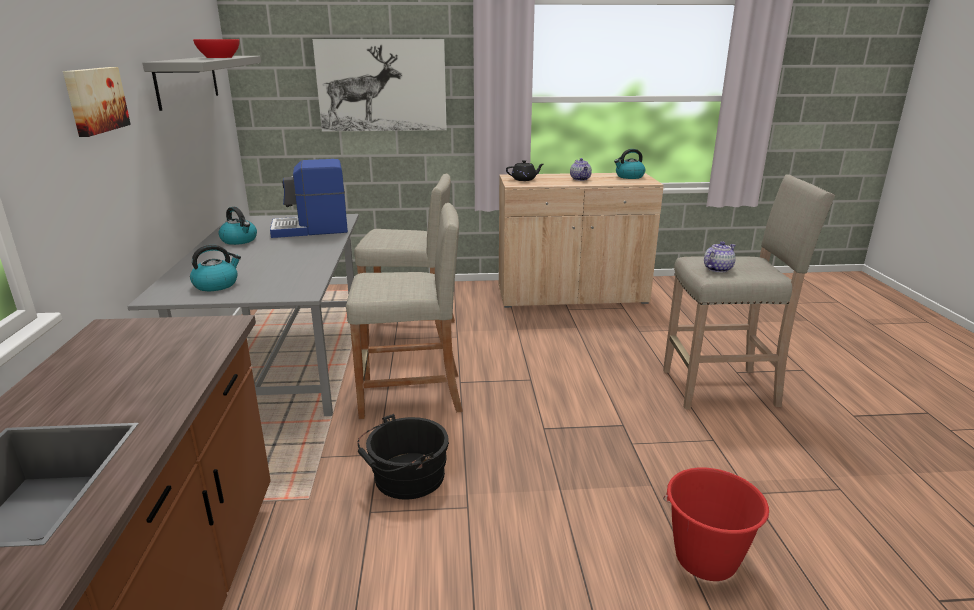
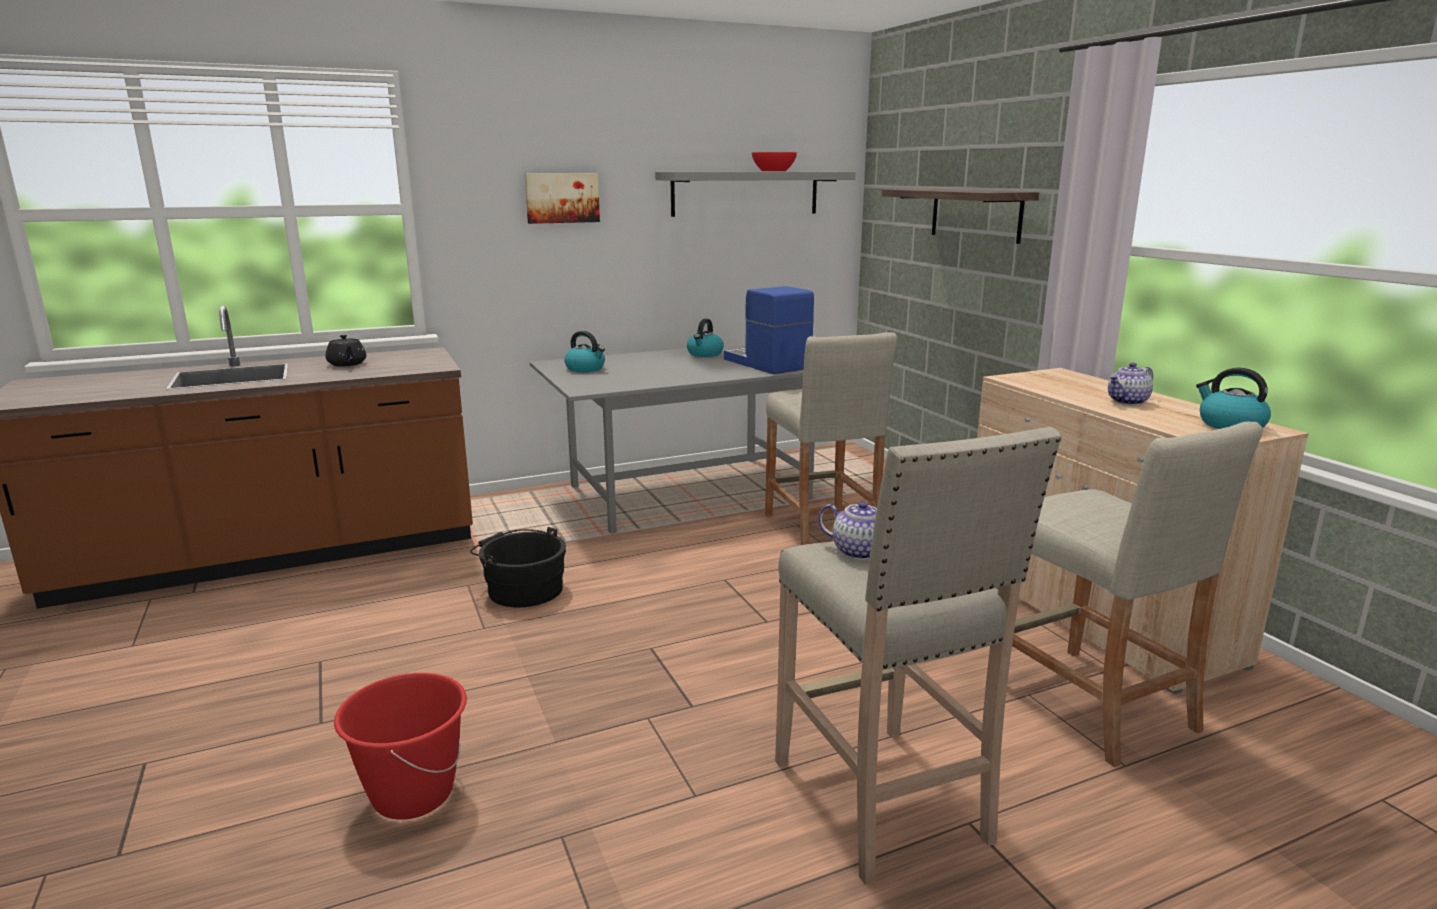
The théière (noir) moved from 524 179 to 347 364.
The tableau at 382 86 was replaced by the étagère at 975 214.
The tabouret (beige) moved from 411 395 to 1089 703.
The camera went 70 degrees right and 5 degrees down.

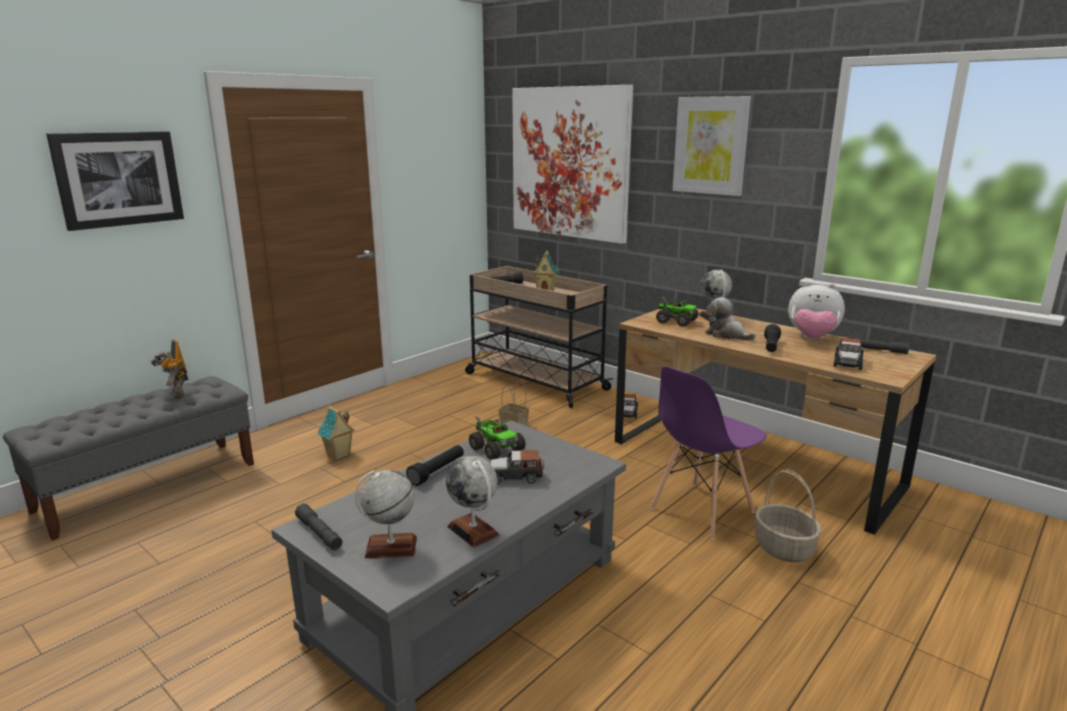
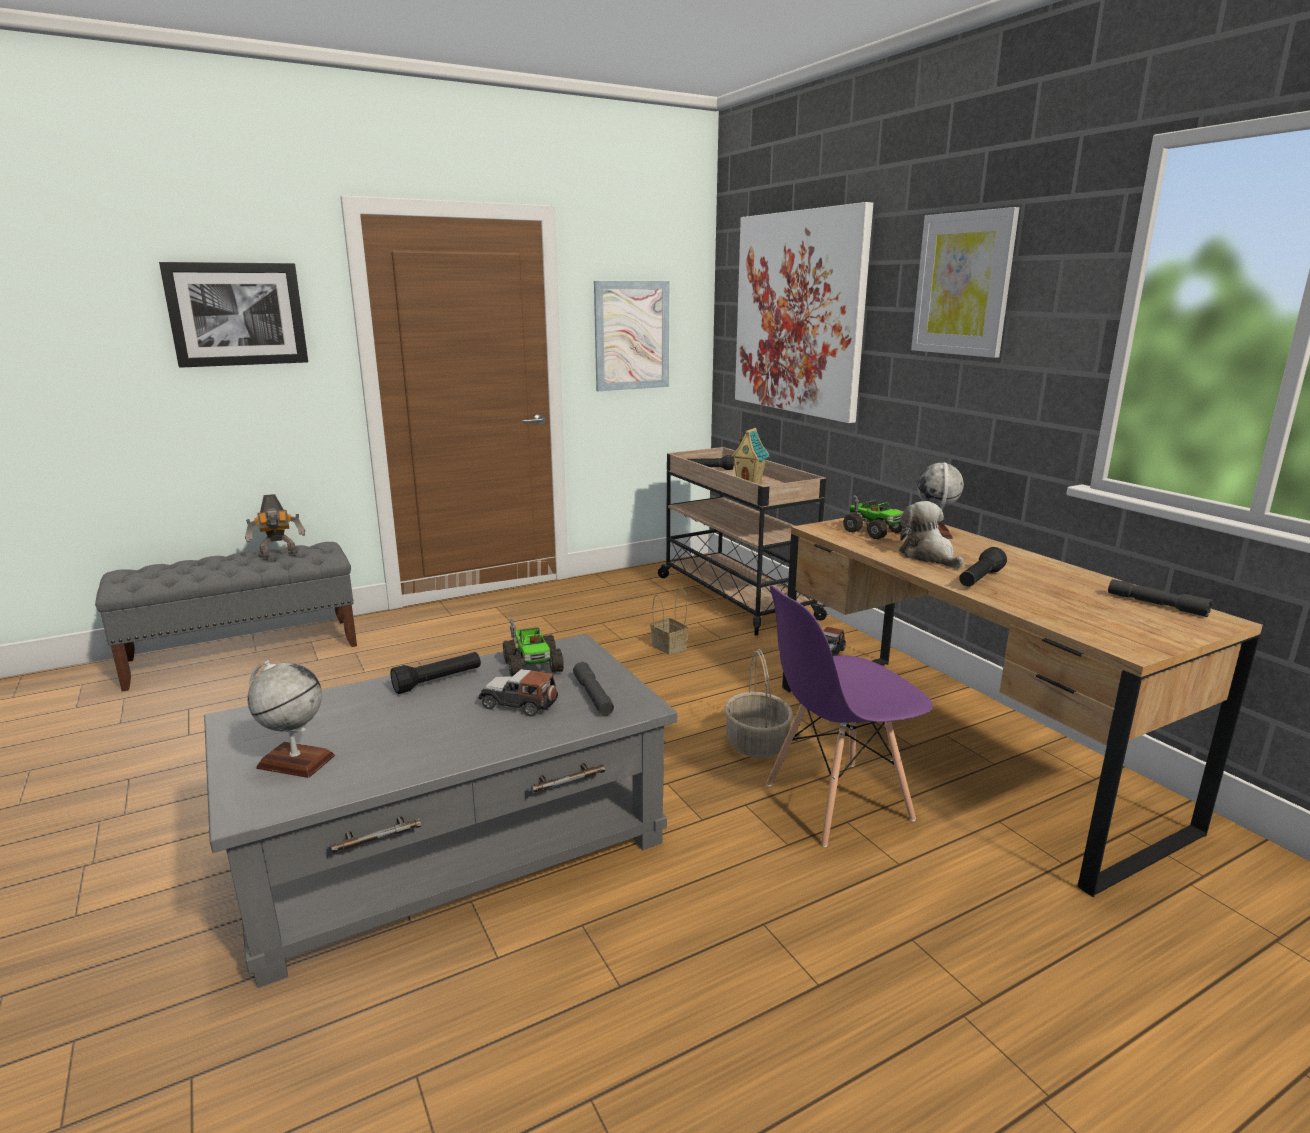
The robot jouet at 176 394 turned 105 degrees counterclockwise.
The lampe de poche (gris) moved from 319 533 to 593 696.
The tableau at 632 336 appeared.
The panier moved from 784 549 to 757 744.
The maison miniature at 338 455 disappeared.
The globe at 473 531 disappeared.
The peluche at 812 338 disappeared.
The petite voiture at 847 363 disappeared.
The camera went 20 degrees right and 0 degrees up.

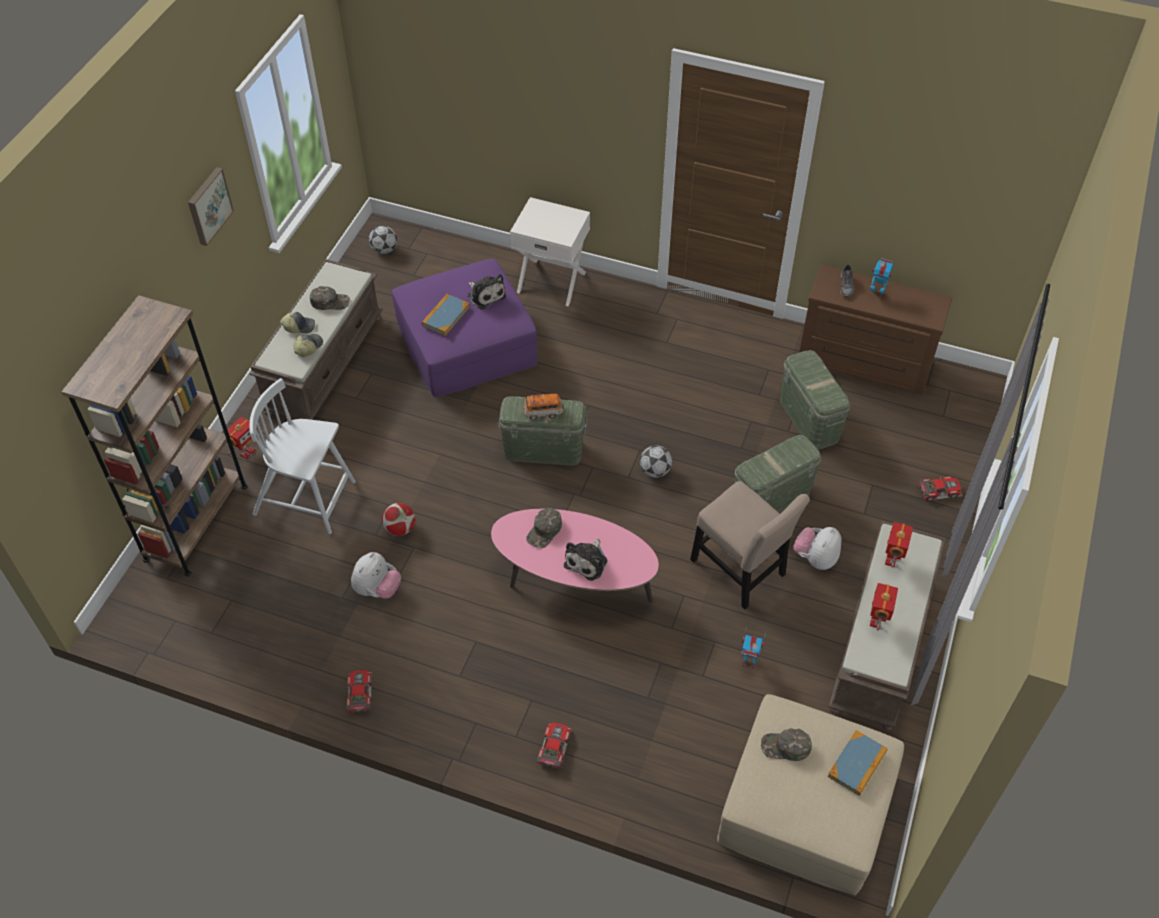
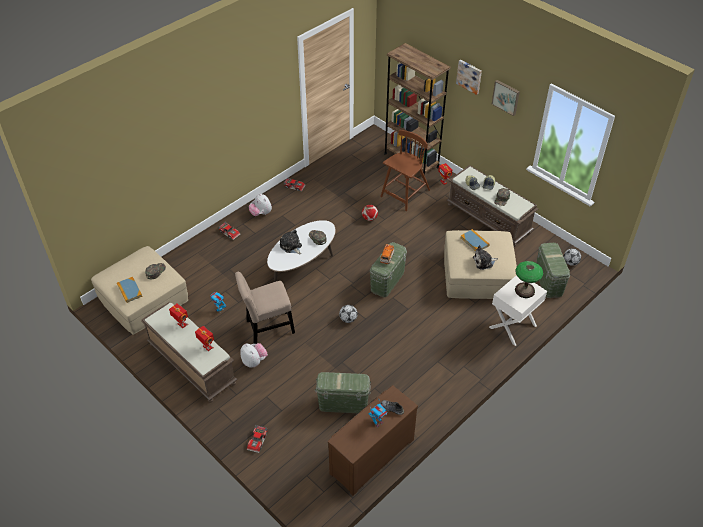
The peluche moved from 377 589 to 261 213.
The table basse (rose) at 574 581 became the table basse (blanc) at 303 266.
The chaise (blanc) at 306 499 became the chaise (marron) at 405 194.
The pouf (violet) at 466 344 became the pouf (beige) at 478 274.
The tableau at 469 76 appeared.
The lampe de table at 524 290 appeared.
The boîte de rangement (vert) moved from 771 499 to 548 281.
The camera went 115 degrees right and 5 degrees down.

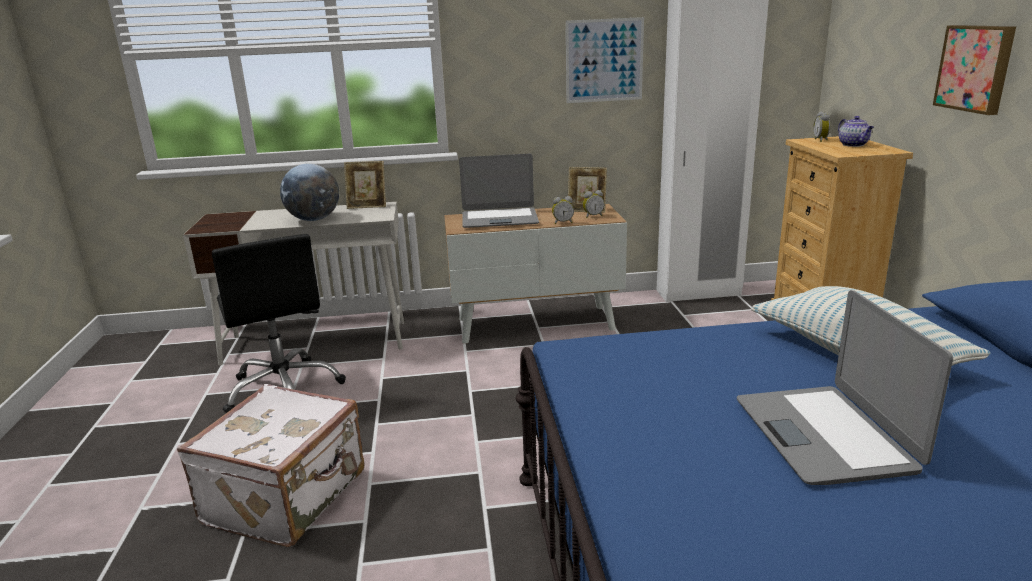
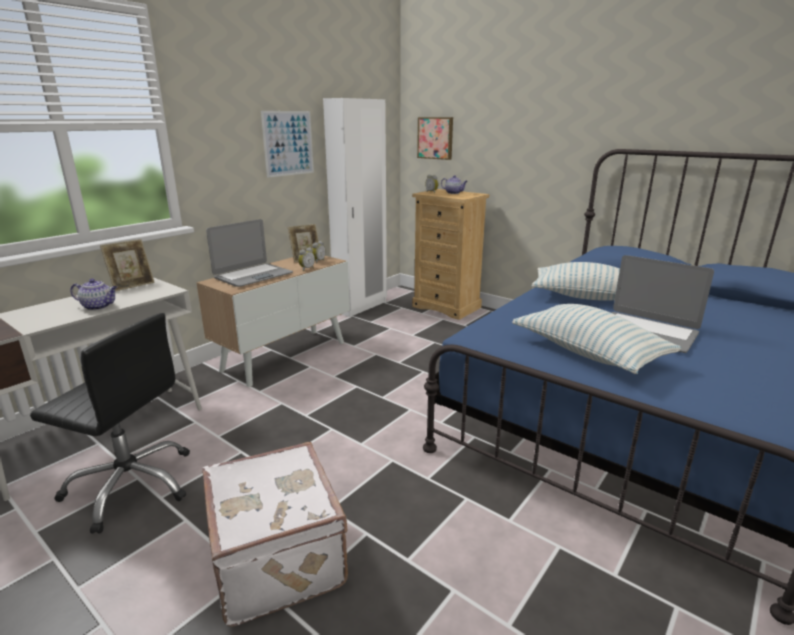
The globe at 314 219 was replaced by the théière at 99 306.
The tableau moved from 976 68 to 436 138.
The coussin at 588 353 appeared.
The camera went 45 degrees left and 0 degrees up.

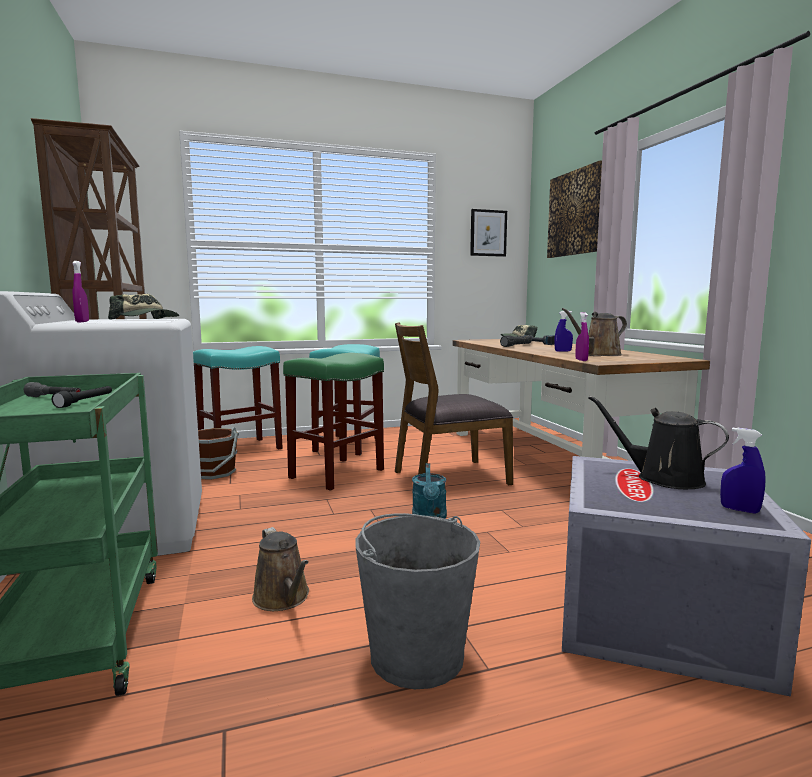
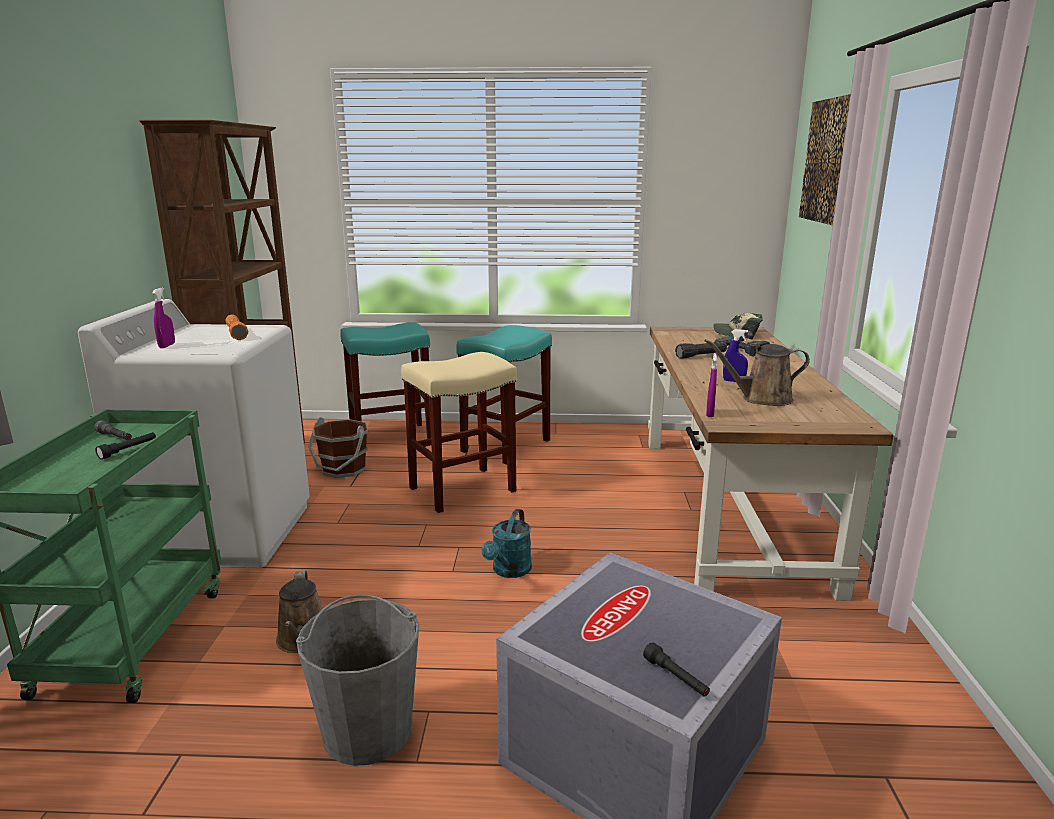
The casquette at 146 319 was replaced by the lampe de poche (orange) at 236 334.
The tabouret (vert) at 337 473 became the tabouret (beige) at 463 489.
The vaporisateur (bleu) at 739 510 was replaced by the lampe de poche (noir) at 676 678.
The chaise (marron) at 449 477 disappeared.
The tableau at 488 233 disappeared.
The arrosoir (noir) at 663 478 disappeared.
The camera went 20 degrees right and 10 degrees up.

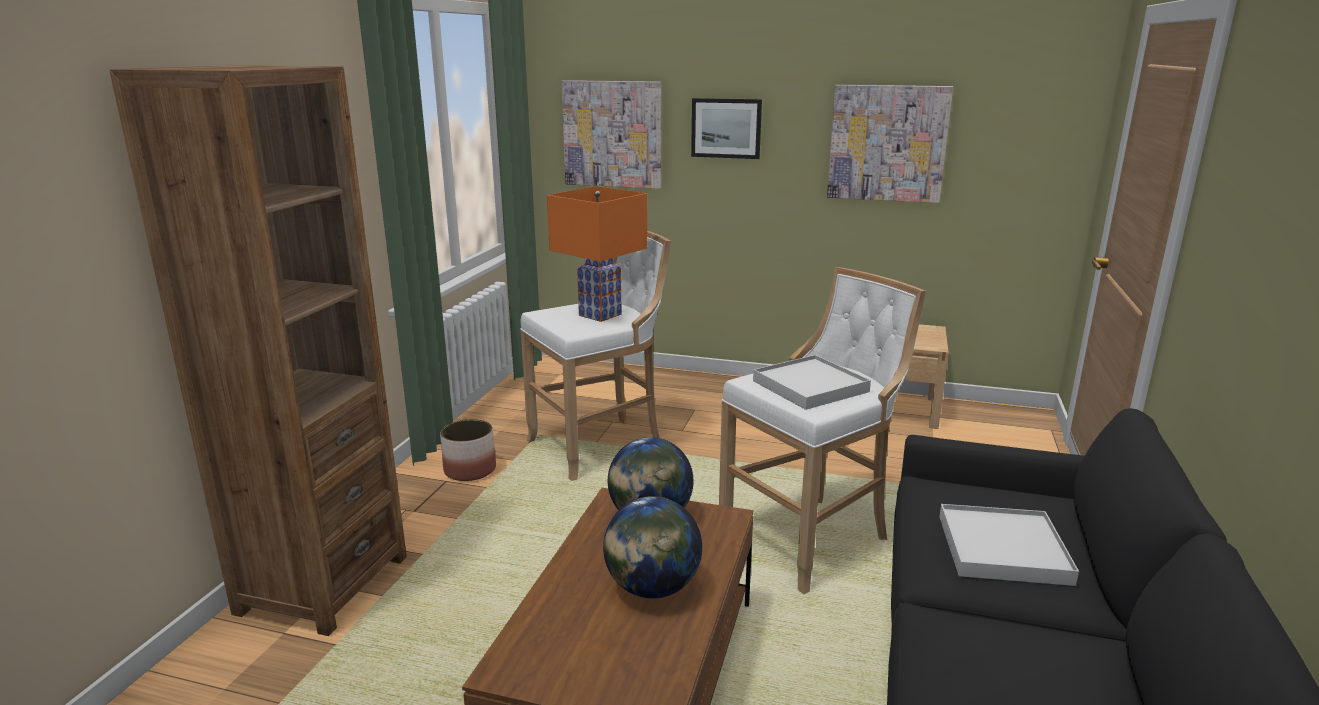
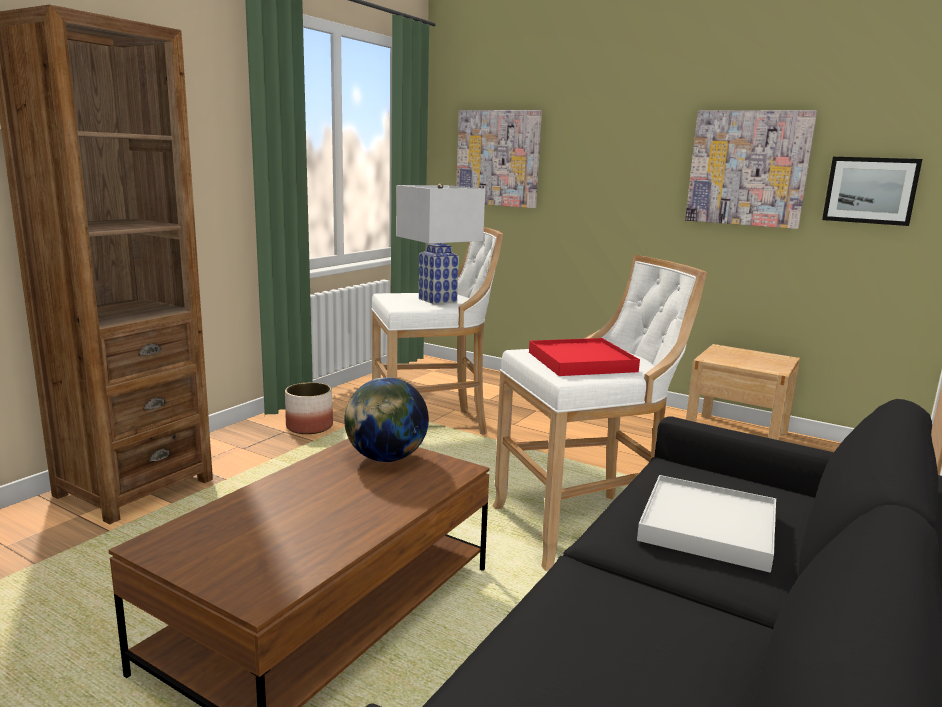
The lampe de table (orange) at 600 315 became the lampe de table (blanc) at 437 300.
The plateau (blanc) at 810 386 became the plateau (rouge) at 581 362.
The tableau moved from 726 128 to 870 190.
The globe at 652 588 disappeared.
The camera went 15 degrees right and 5 degrees down.

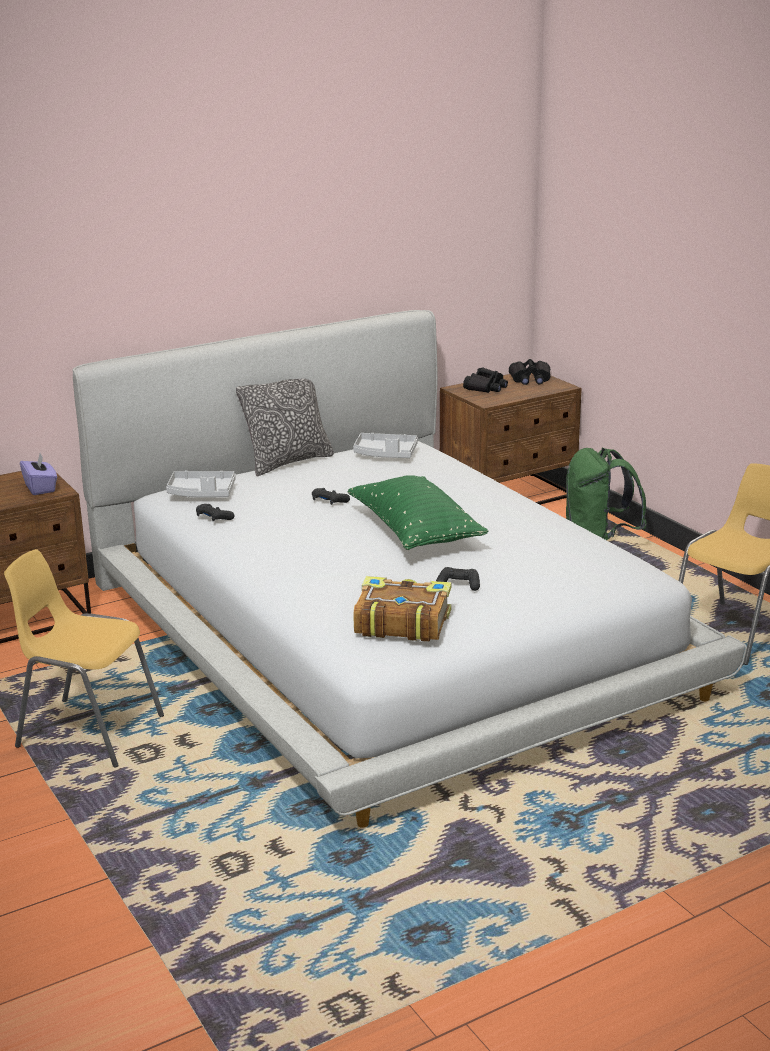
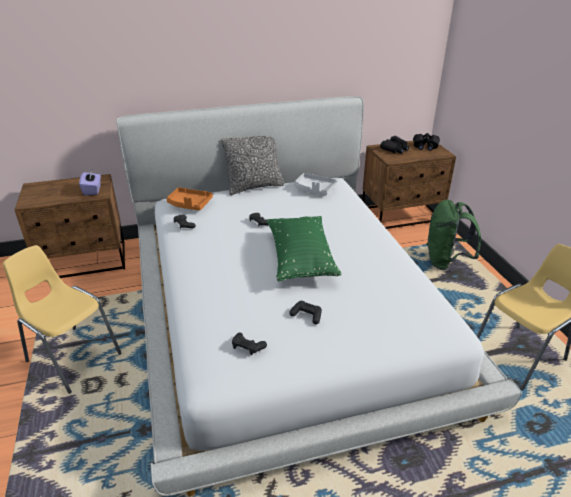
The plateau (gris) at 201 493 became the plateau (orange) at 189 204.
The livre at 401 622 was replaced by the manette (noir) at 248 347.
The camera went 15 degrees right and 10 degrees up.

